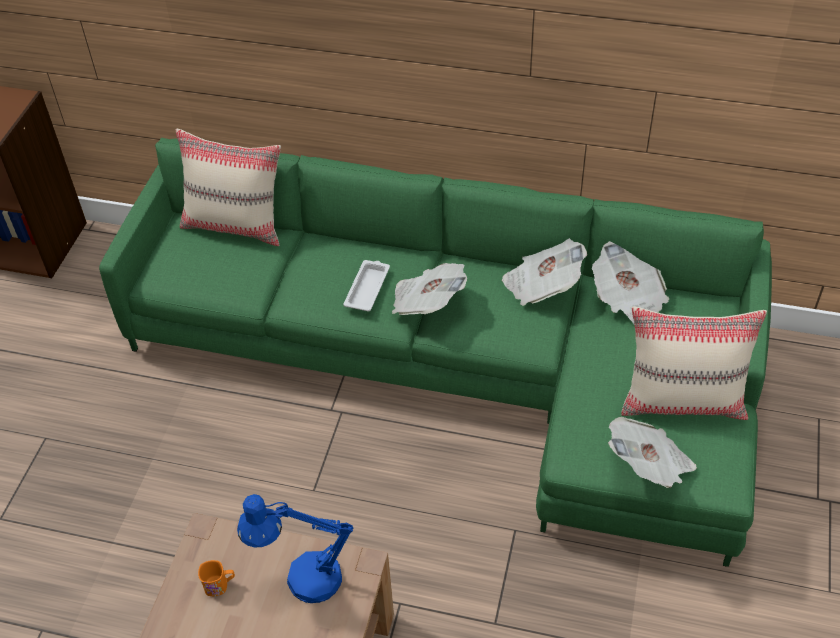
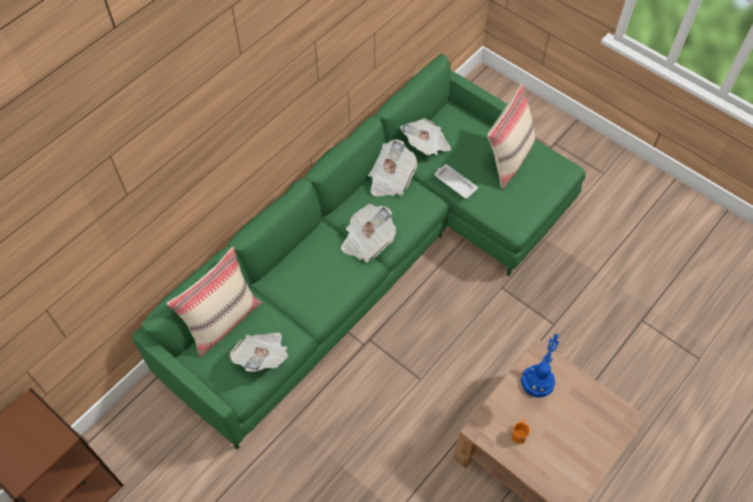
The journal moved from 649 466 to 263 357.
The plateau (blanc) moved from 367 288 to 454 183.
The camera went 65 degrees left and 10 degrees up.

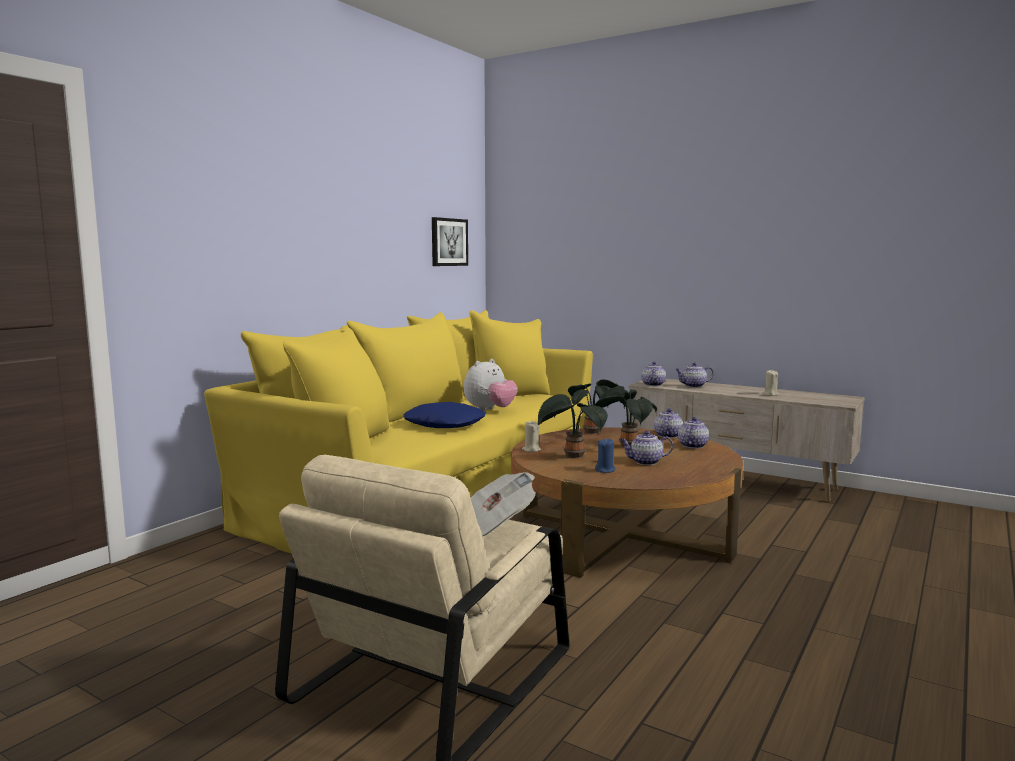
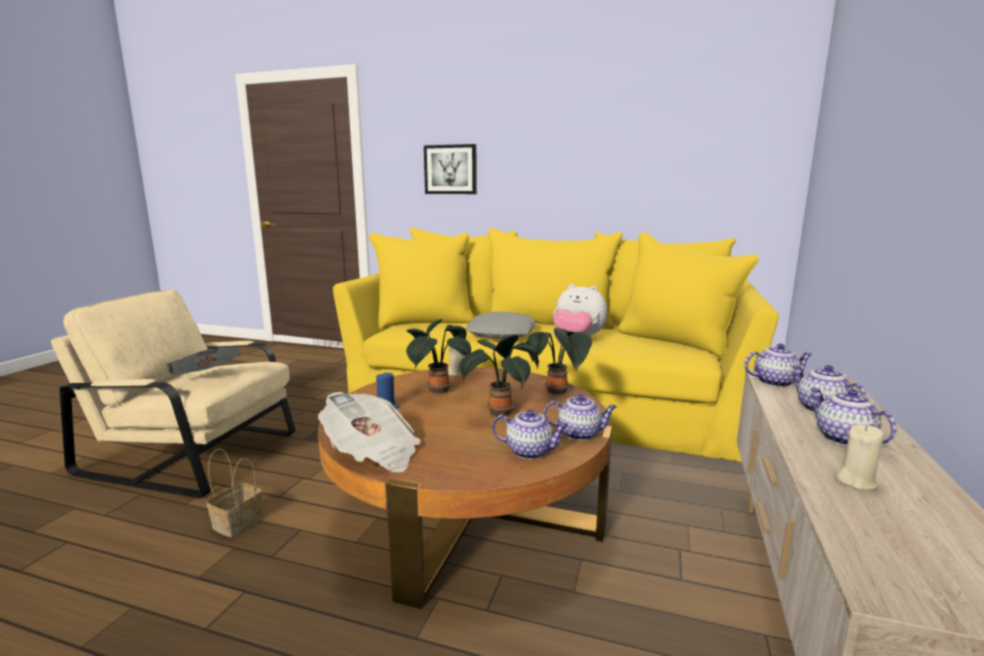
The panier at 237 523 appeared.
The journal at 373 454 appeared.
The tableau moved from 448 242 to 450 169.
The coussin (bleu) at 445 424 became the coussin (gris) at 502 334.
The théière moved from 645 462 to 842 438.
The camera went 75 degrees right and 5 degrees up.

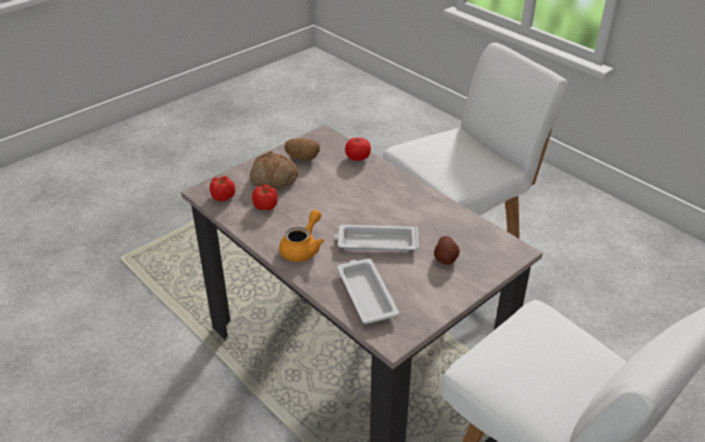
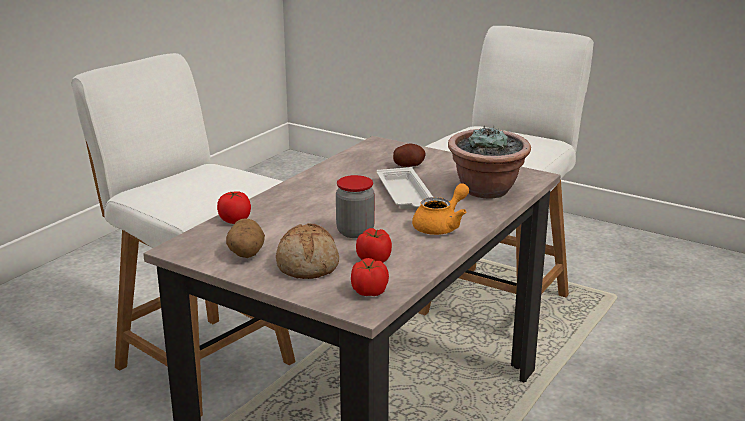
The bocal at 355 232 appeared.
The théière (orange) at 303 248 turned 120 degrees clockwise.
The plateau (blanc) at 366 294 was replaced by the plante en pot at 487 190.
The camera went 105 degrees left and 15 degrees down.

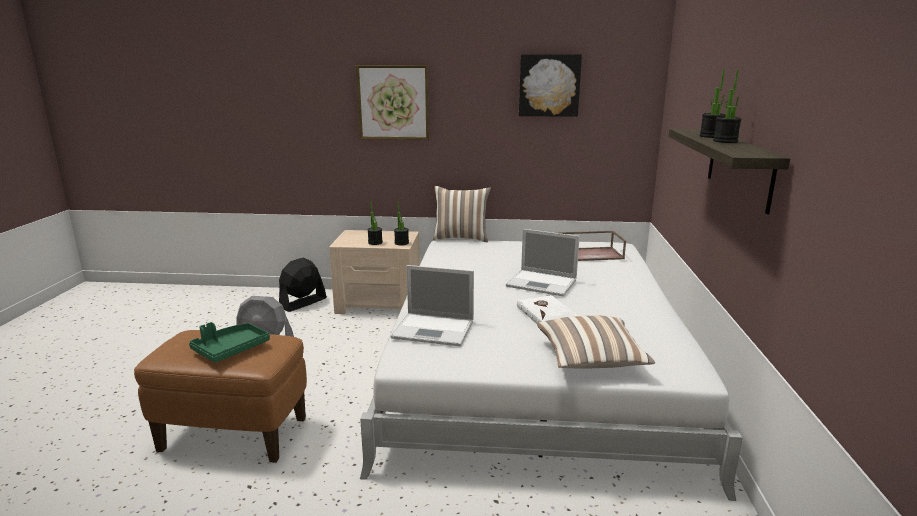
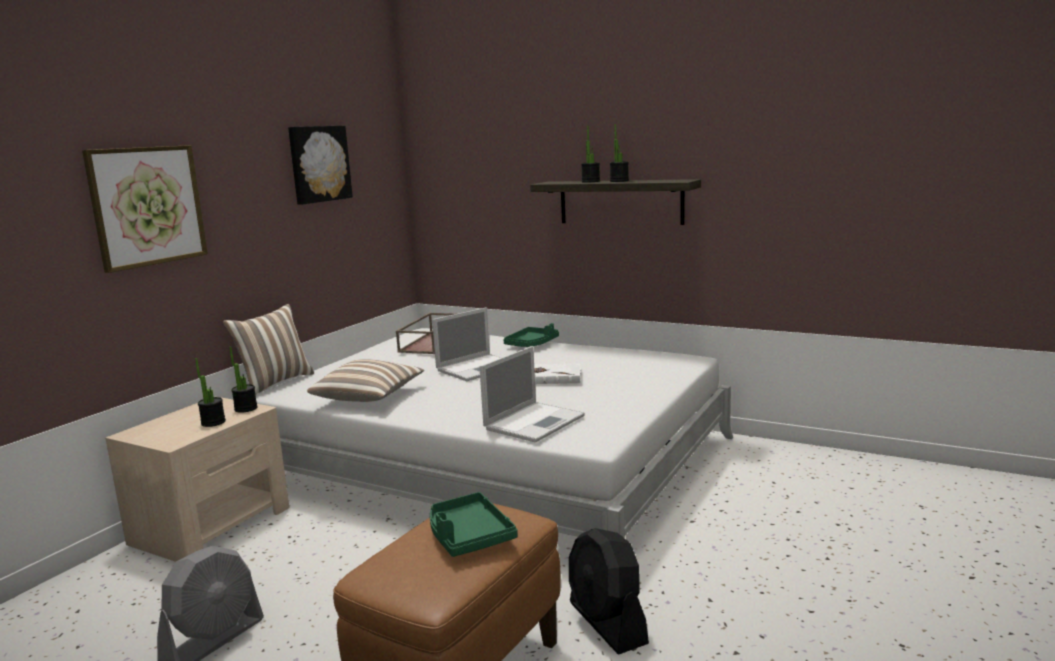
The coussin moved from 591 360 to 369 397.
The plateau (vert) at 532 344 appeared.
The ventilateur (noir) moved from 302 303 to 607 623.
The camera went 65 degrees left and 5 degrees down.

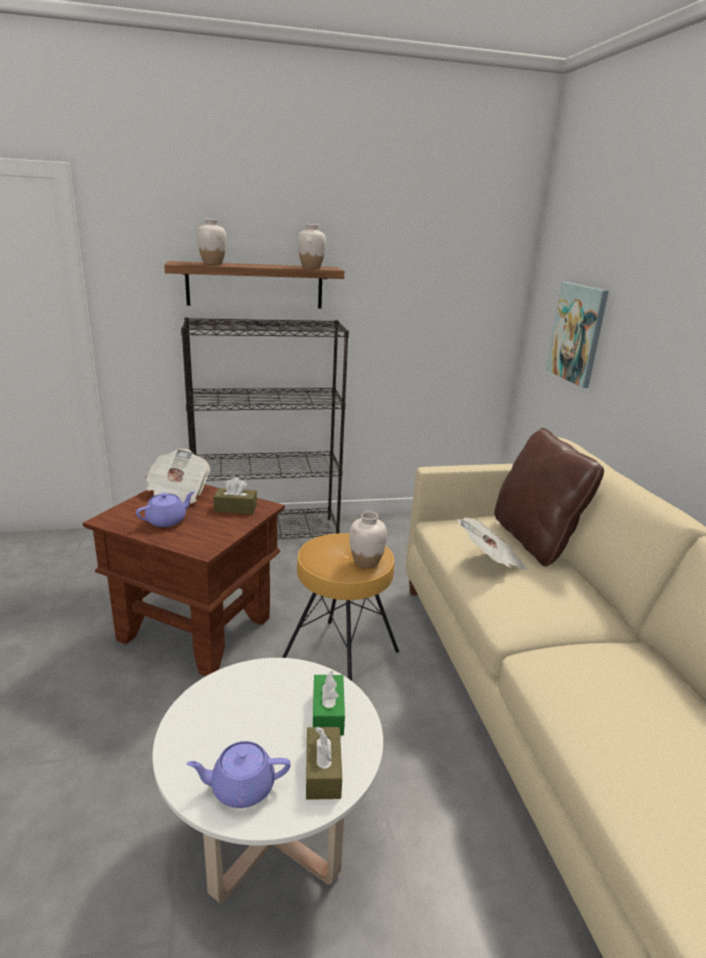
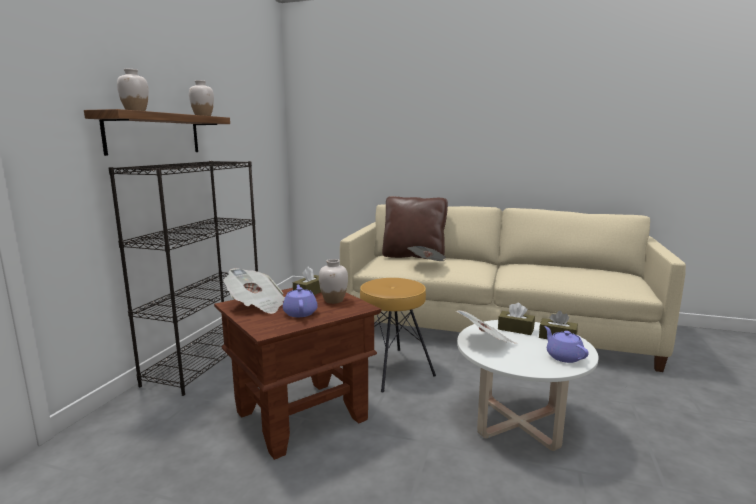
The vase (blanc) moved from 366 563 to 334 300.
The journal at 485 342 appeared.
The boîte à mouchoirs (vert) at 328 713 became the boîte à mouchoirs (marron) at 515 329.
The théière (violet) at 241 787 turned 135 degrees clockwise.
The tableau at 577 333 disappeared.
The camera went 60 degrees left and 10 degrees down.

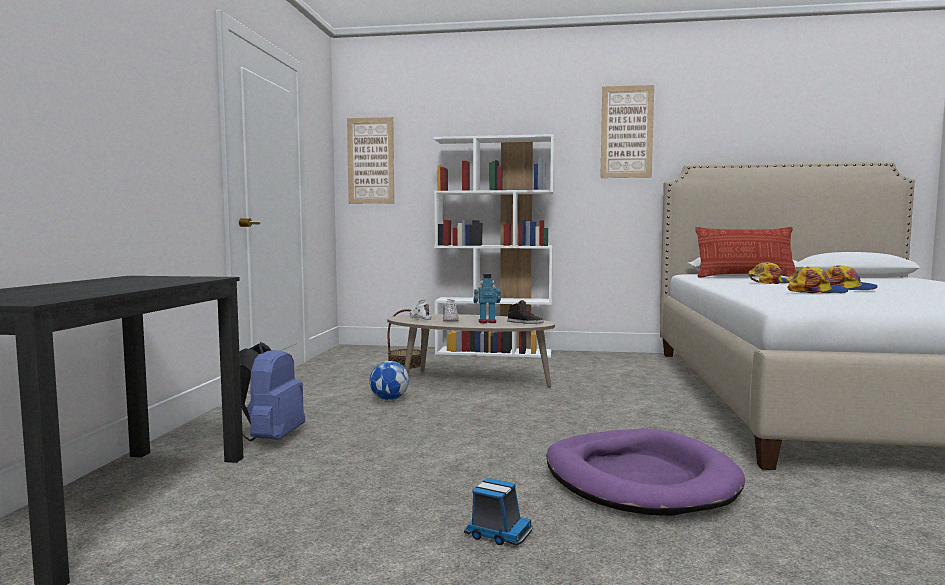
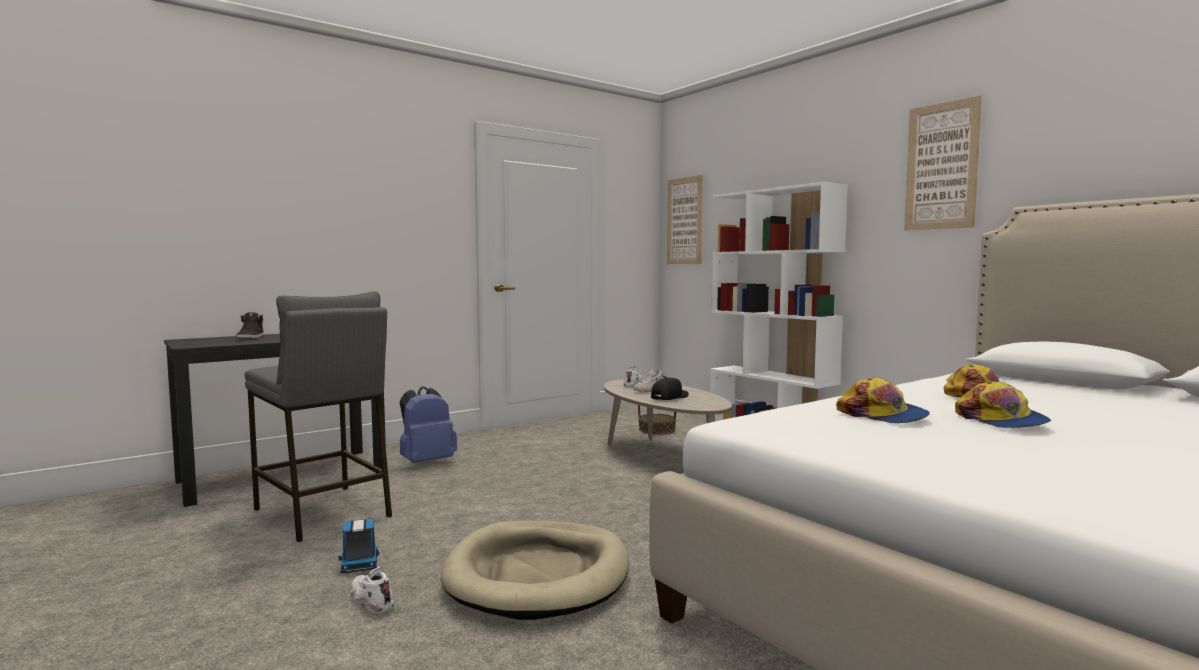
The chaussure (noir) moved from 525 322 to 250 338.
The tabouret (gris) at 322 512 appeared.
The chaussure (blanc) at 370 600 appeared.
The panier pour chien (violet) at 639 478 became the panier pour chien (beige) at 538 574.
The robot jouet at 487 322 was replaced by the casquette (noir) at 669 397.
The ballon de foot at 389 399 disappeared.
The coussin at 744 277 disappeared.
The camera went 45 degrees right and 0 degrees up.

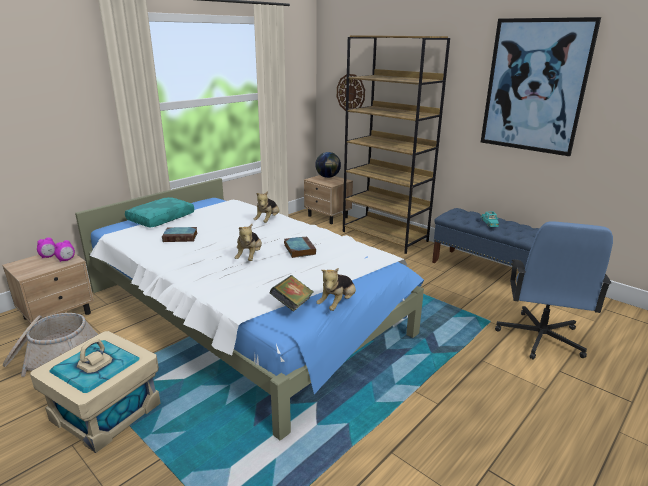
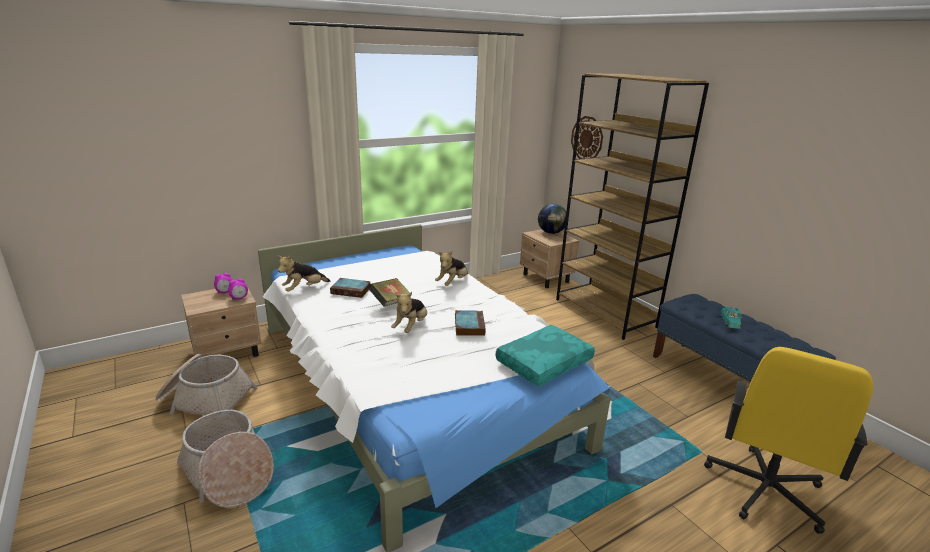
The boîte de rangement (beige) at 106 412 was replaced by the panier at 229 473.
The peluche moved from 338 304 to 304 289.
The livre moved from 292 305 to 390 303.
The coussin (turquoise) moved from 161 218 to 543 362.
The chaise de bureau (bleu) at 540 338 became the chaise de bureau (jaune) at 764 490.
The tableau at 534 86 disappeared.
The camera went 15 degrees right and 0 degrees up.

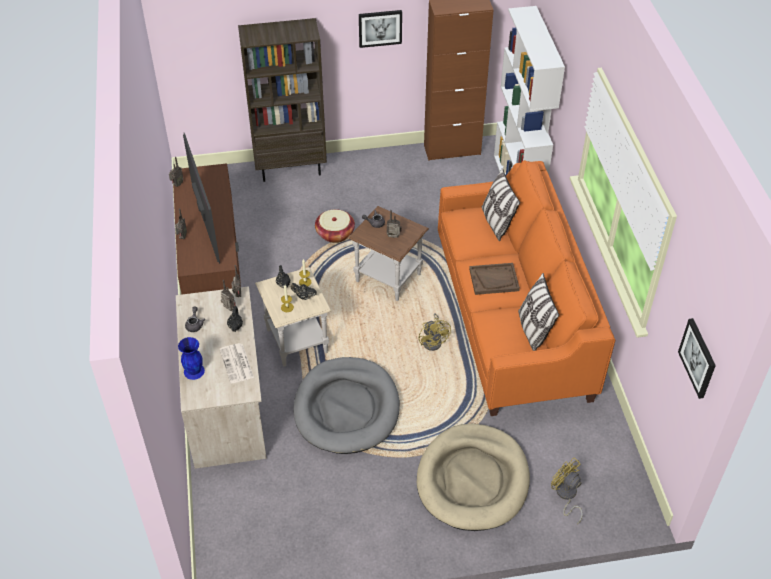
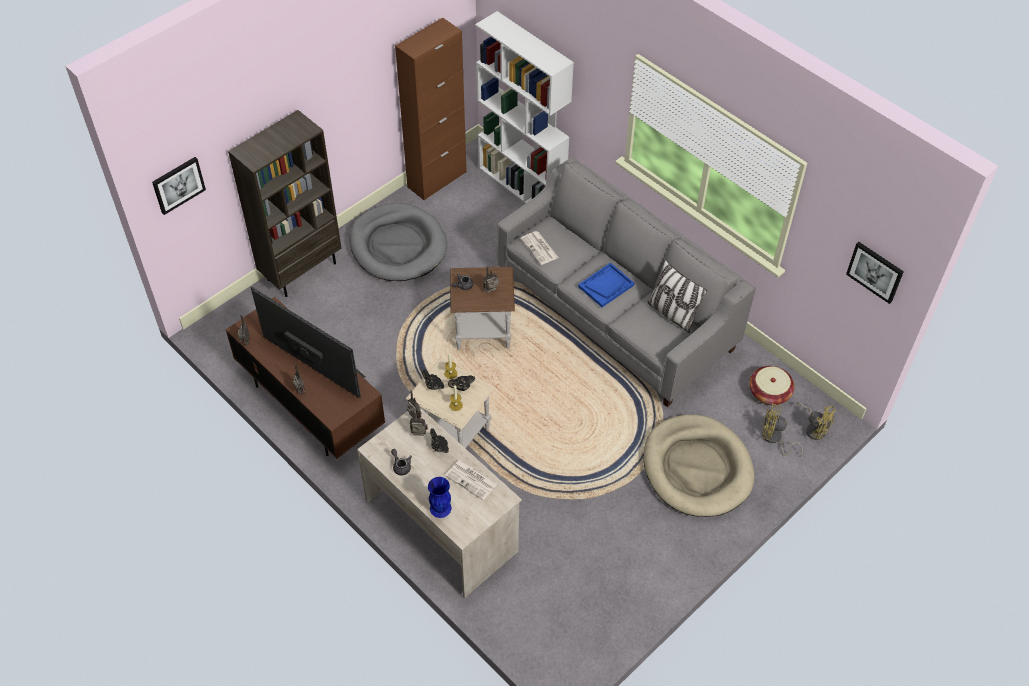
The tableau moved from 380 28 to 178 184.
The panier pour chien (gris) moved from 346 408 to 398 246.
The canapé (orange) at 512 318 became the canapé (gris) at 616 312.
The journal at 540 248 appeared.
The plateau (marron) at 494 280 became the plateau (bleu) at 606 286.
The panier moved from 335 233 to 769 393.
The ventilateur (jaune) moved from 434 341 to 814 428.
The coussin at 496 223 disappeared.
The camera went 35 degrees left and 5 degrees up.

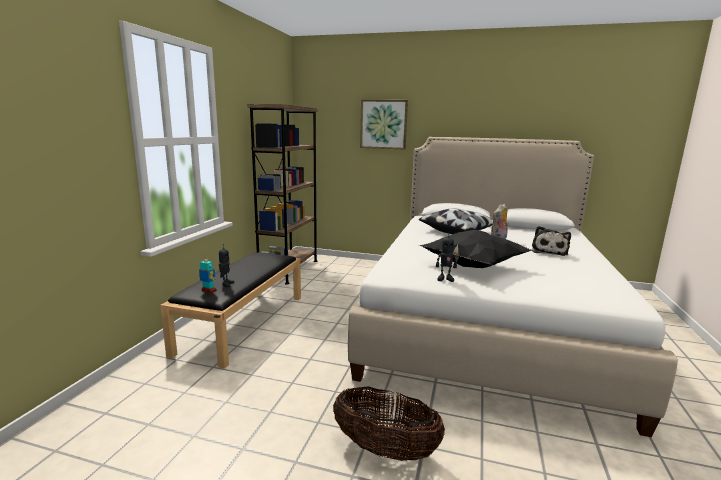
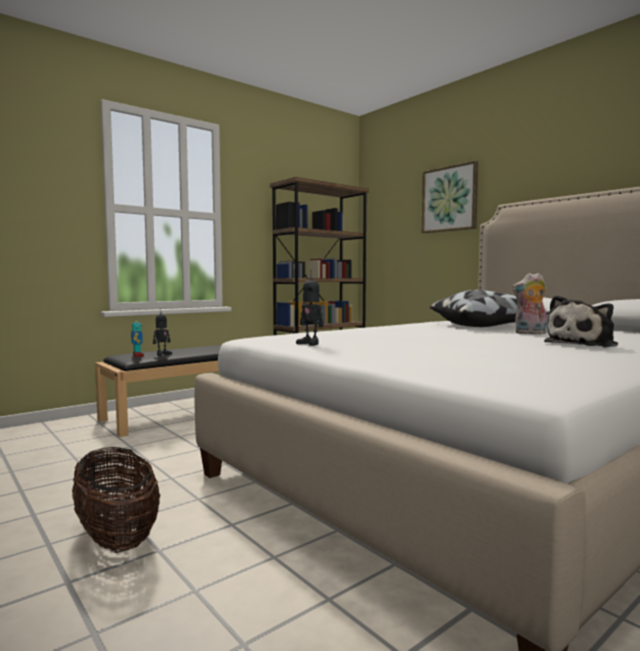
The coussin (noir) at 472 266 disappeared.
The camera went 35 degrees right and 10 degrees down.

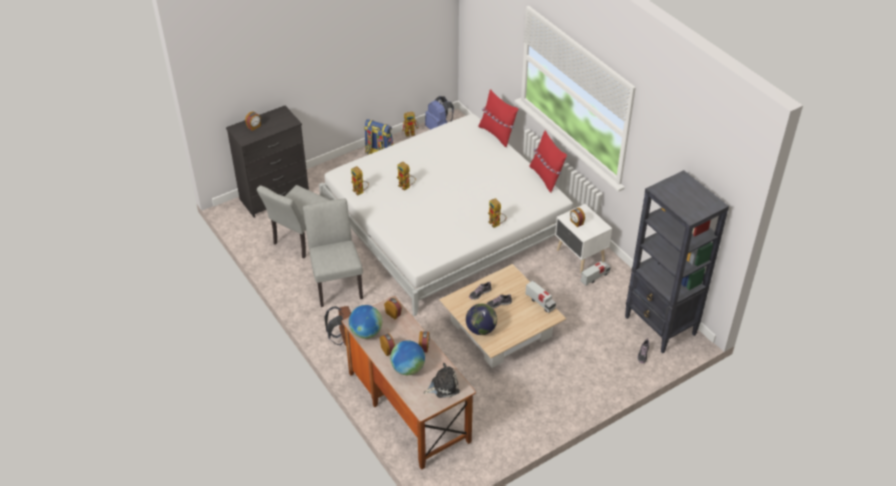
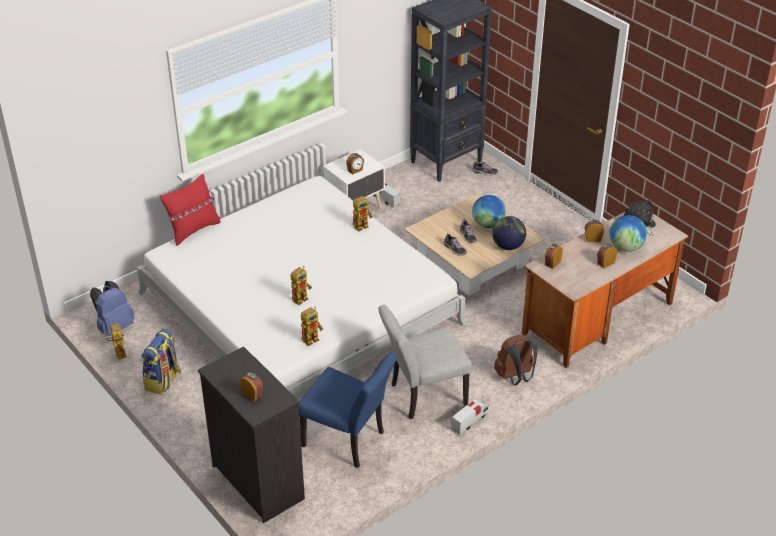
The chaise (gris) at 299 240 became the chaise (bleu) at 349 441.
The camion jouet moved from 540 302 to 469 422.
The globe moved from 366 332 to 487 224.
The coussin (rouge) at 546 177 disappeared.
The camera went 95 degrees left and 5 degrees down.

